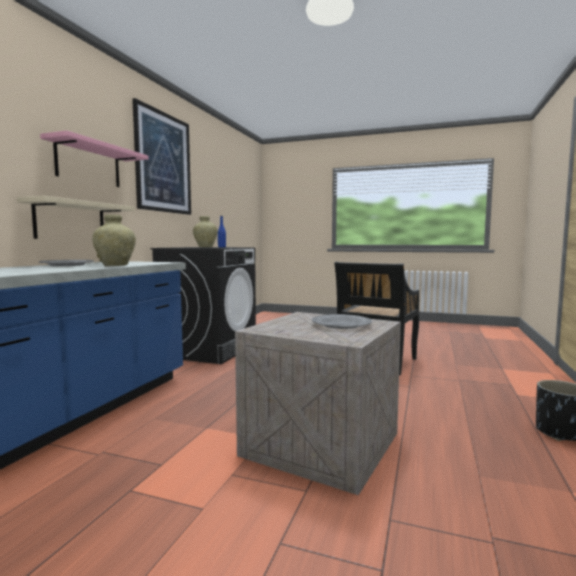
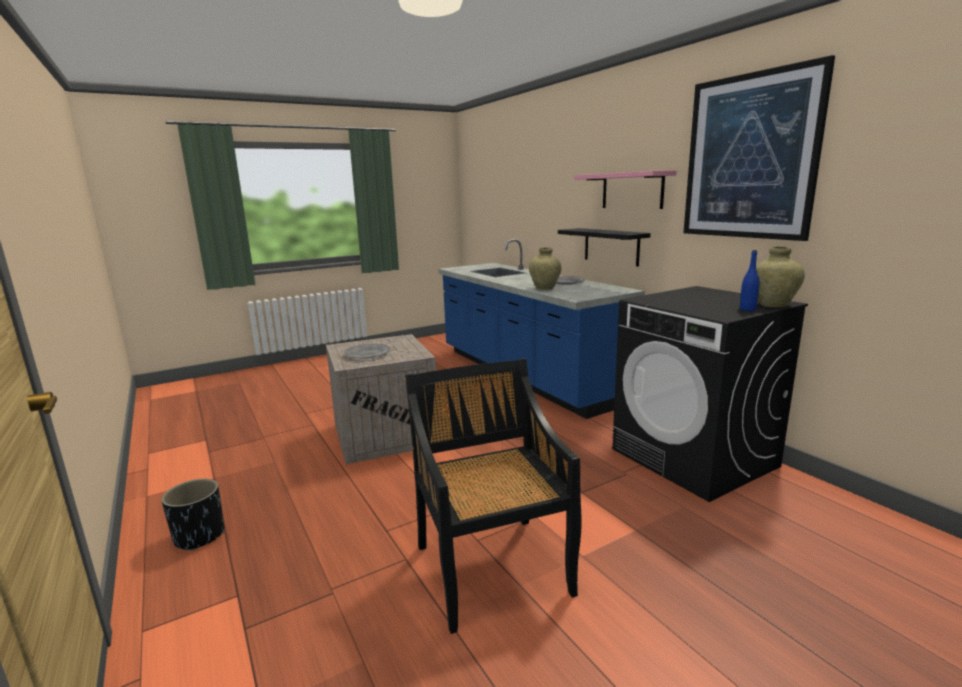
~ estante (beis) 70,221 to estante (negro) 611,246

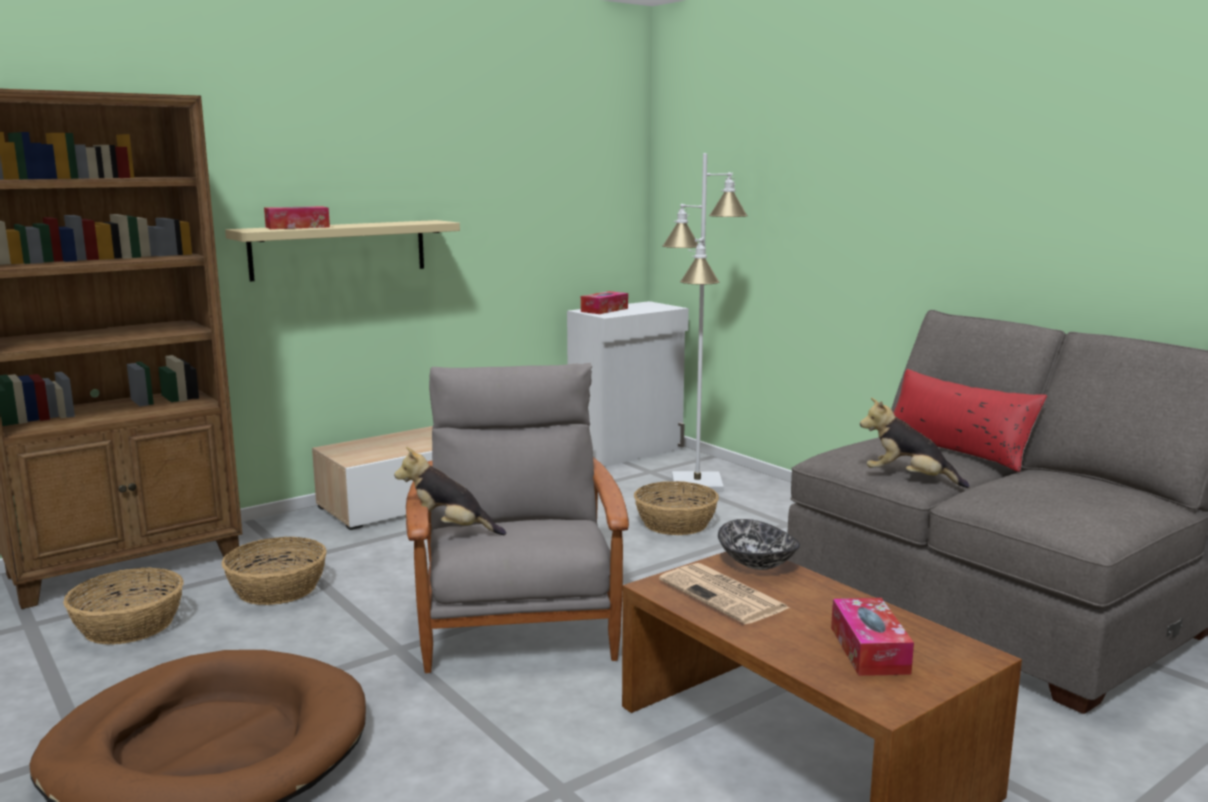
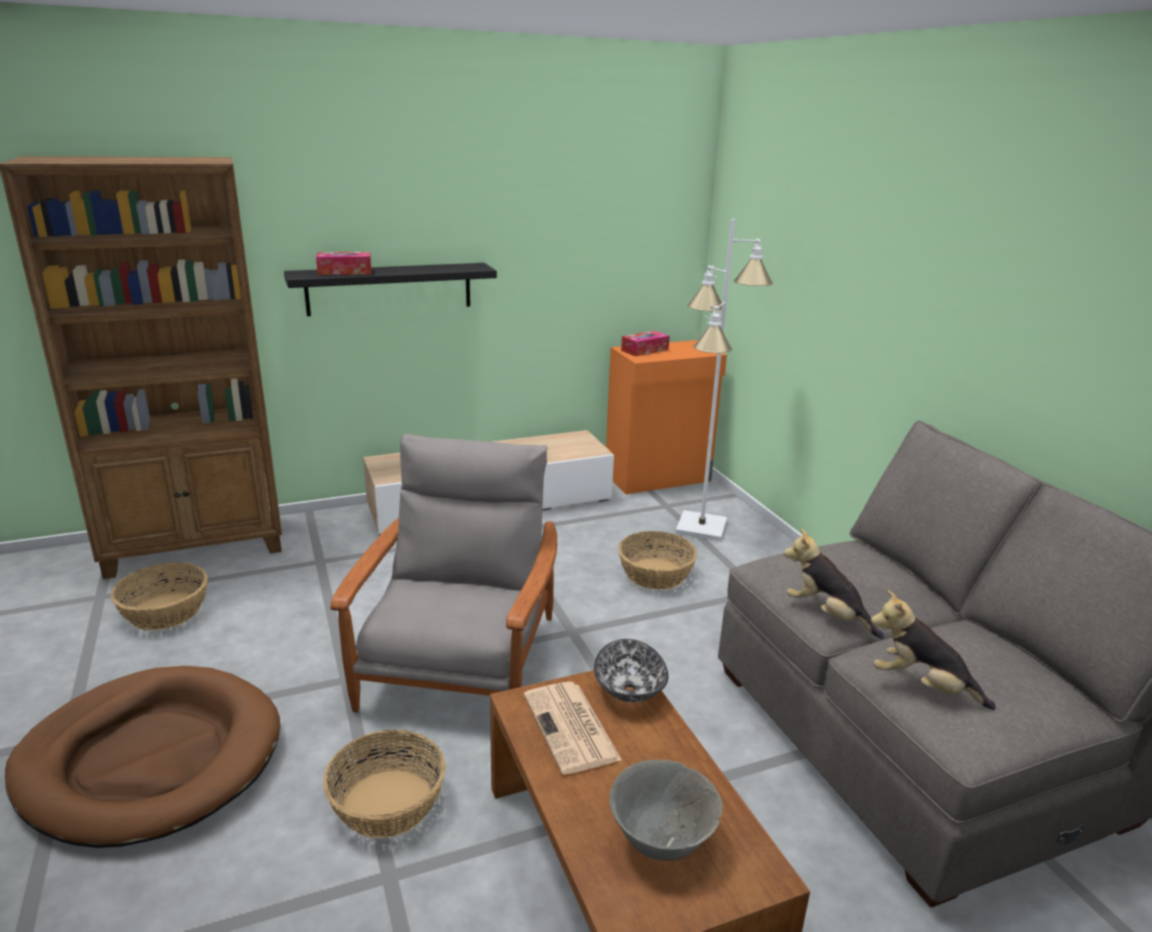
- cojín (rojo) 956,450
~ cesta 277,589 to 387,803
~ peluche 449,530 to 922,686
~ caja de pañuelos 869,650 to cuenco (gris) 661,839
~ estante (beis) 339,249 to estante (negro) 389,288
~ armario (blanco) 628,451 to armario (naranja) 659,478

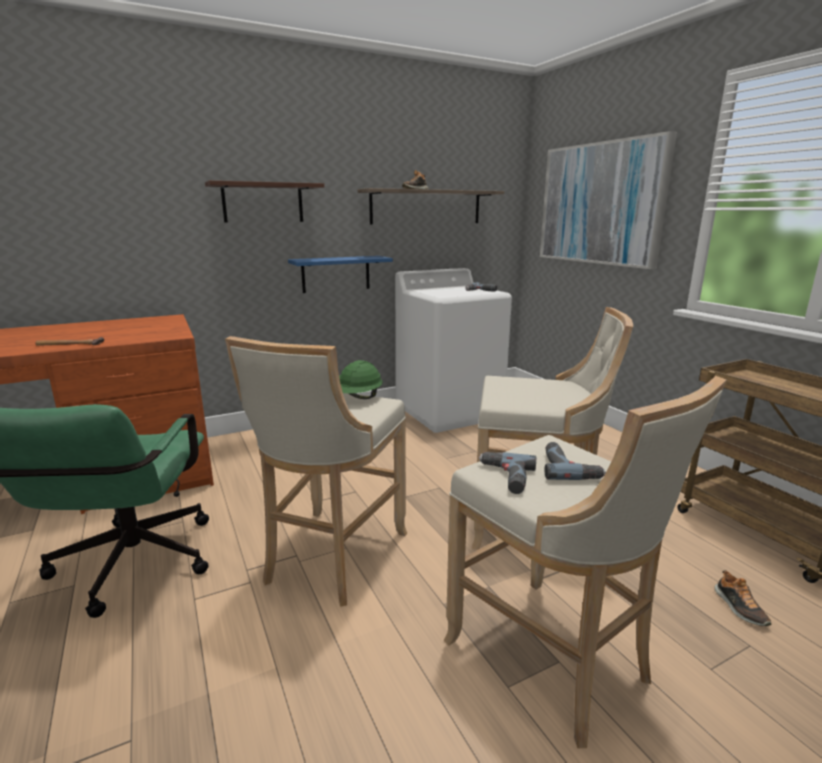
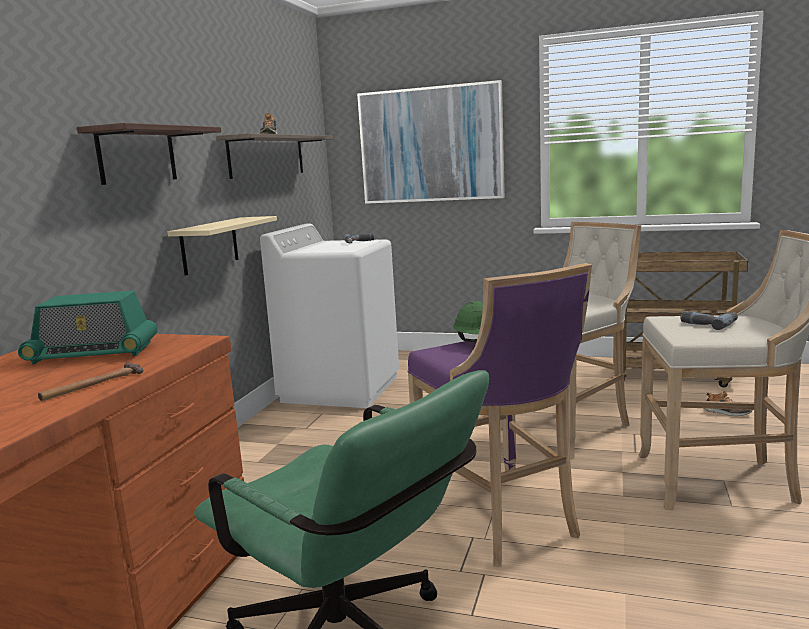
- taladro 505,477
+ radio 93,353
~ taburete (beis) 331,558 to taburete (morado) 502,521
~ estante (azul) 336,274 to estante (beis) 209,245

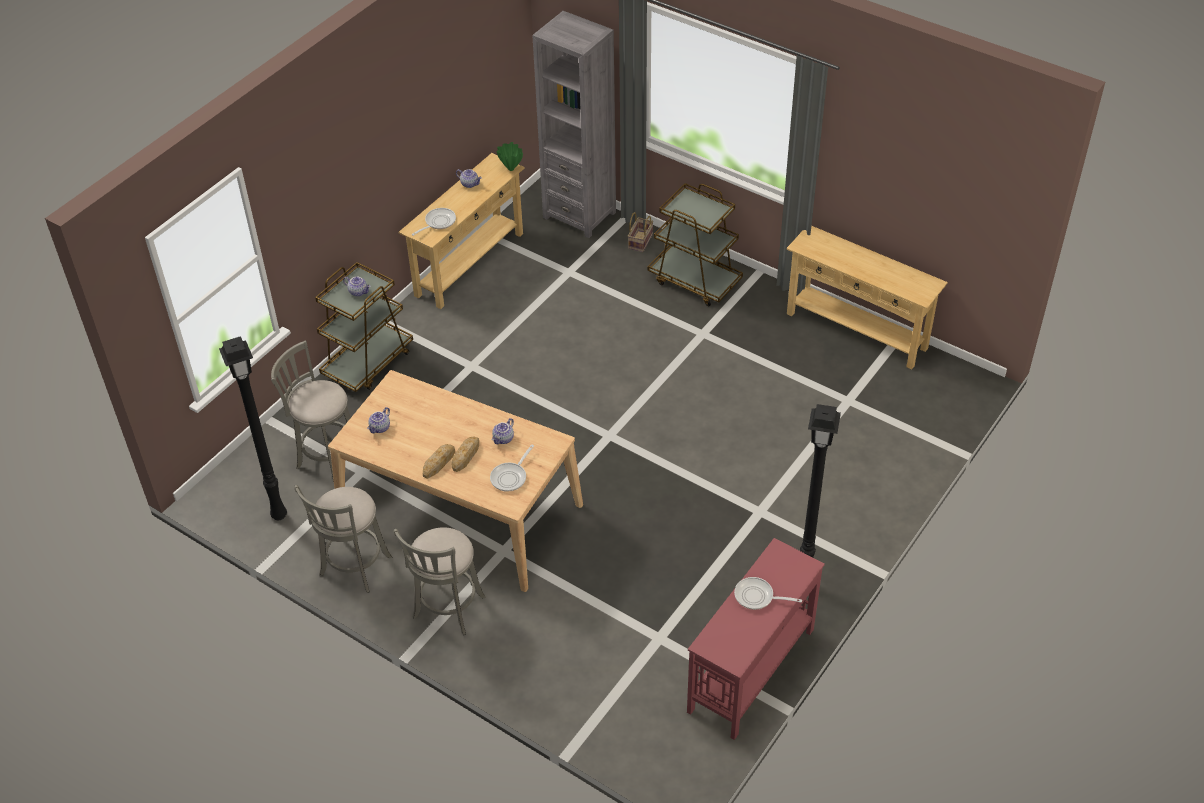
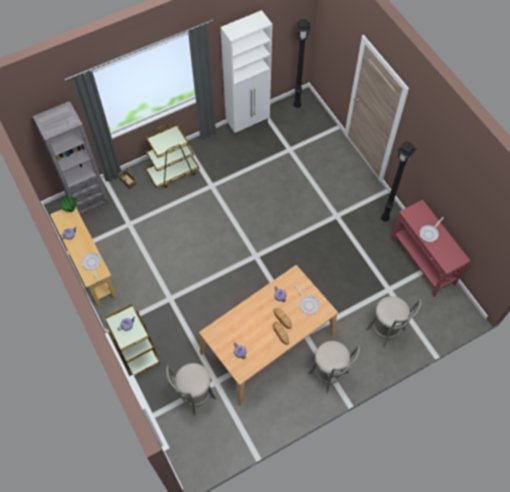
~ lámpara de pie (negro) 280,515 to 297,105
~ taburete (gris) 353,568 to 386,331
~ mesa consola (beis) 856,330 to armario (blanco) 248,124

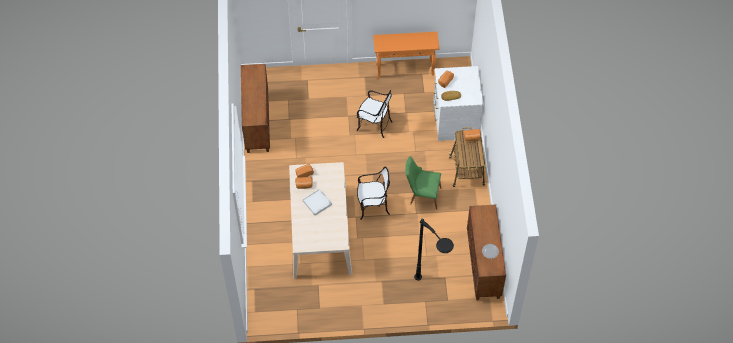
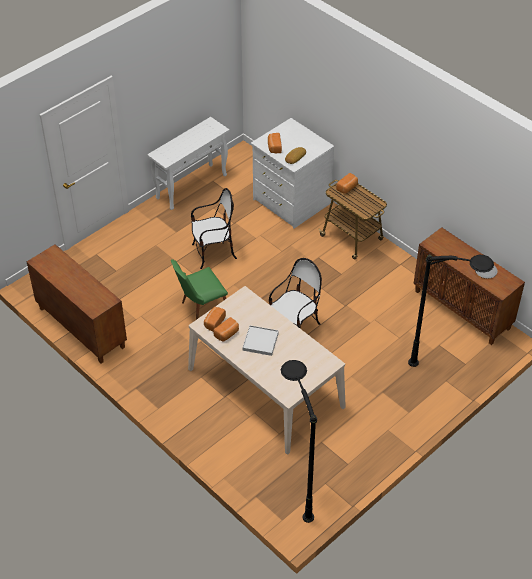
+ lámpara de pie (negro) 295,487
~ silla (verde) 422,195 to 200,308
~ mesa consola (naranja) 405,69 to mesa consola (blanco) 192,186

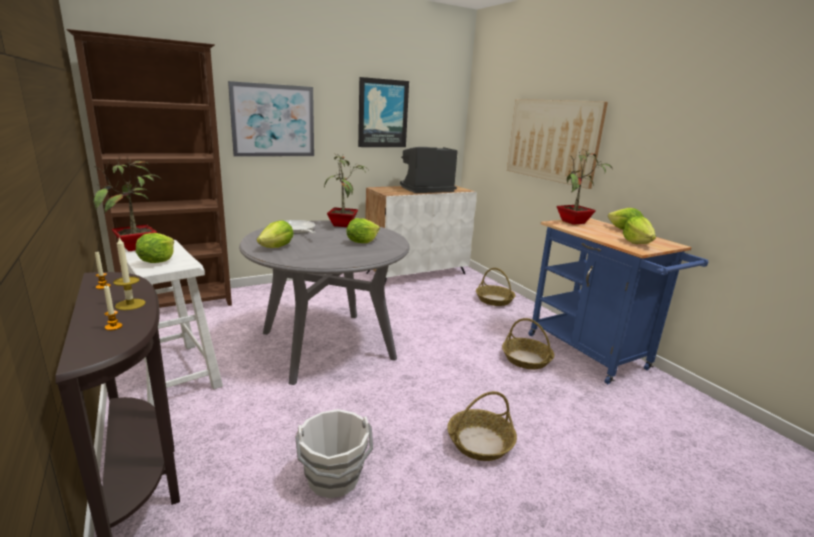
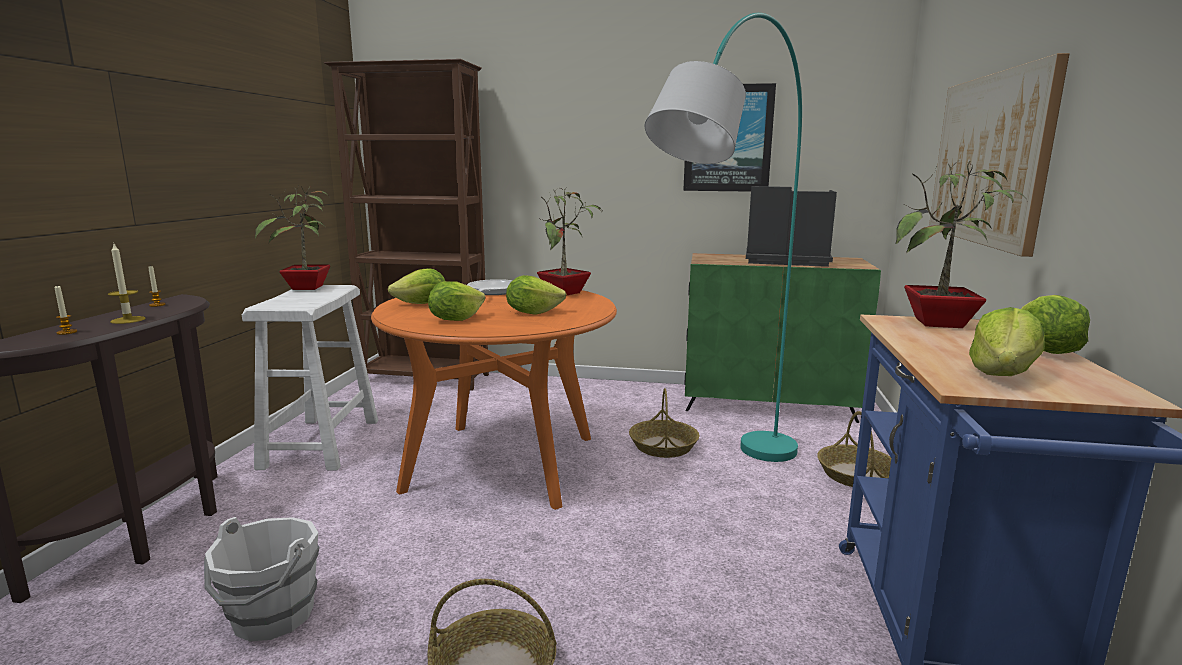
- cuadro 273,121
+ lámpara de pie (turquesa) 724,491
~ lechuga 157,261 to 455,319
~ cesta 526,359 to 663,446
~ mesa de comedor (gris) 327,345 to mesa de comedor (naranja) 502,462
~ armario (blanco) 417,273 to armario (verde) 768,404

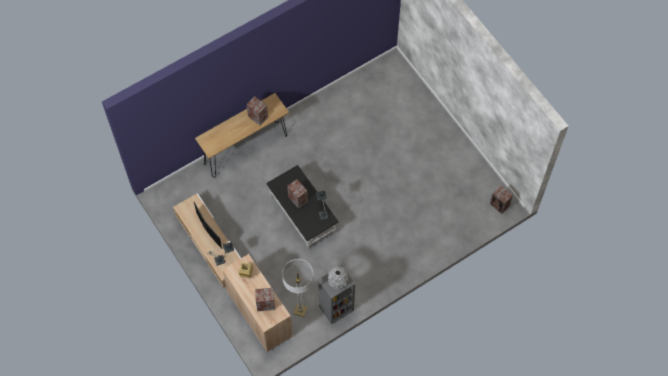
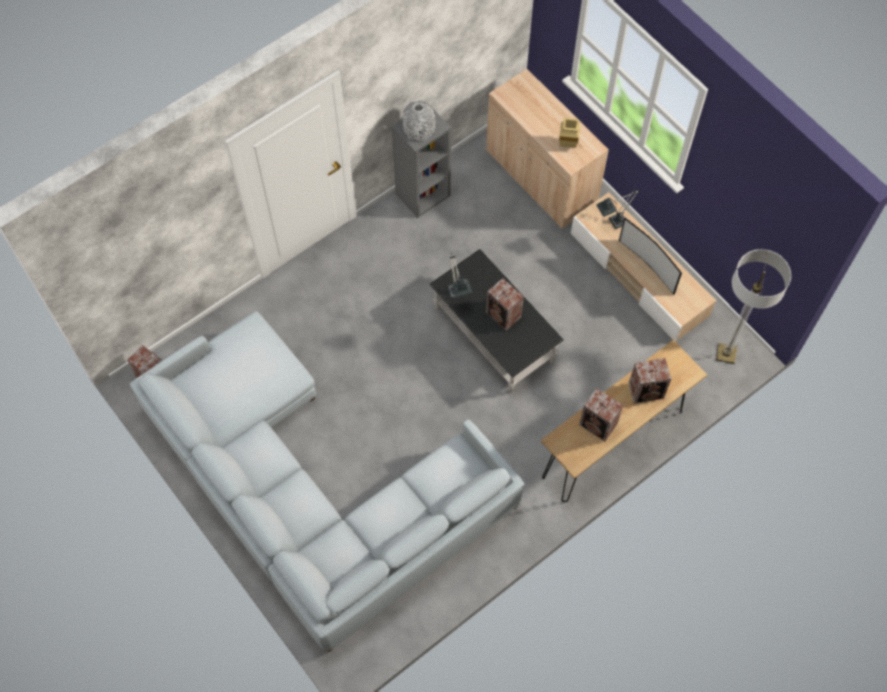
+ sofá (gris) 313,489
~ altavoz 265,304 to 647,391
~ lámpara de pie 300,310 to 726,354

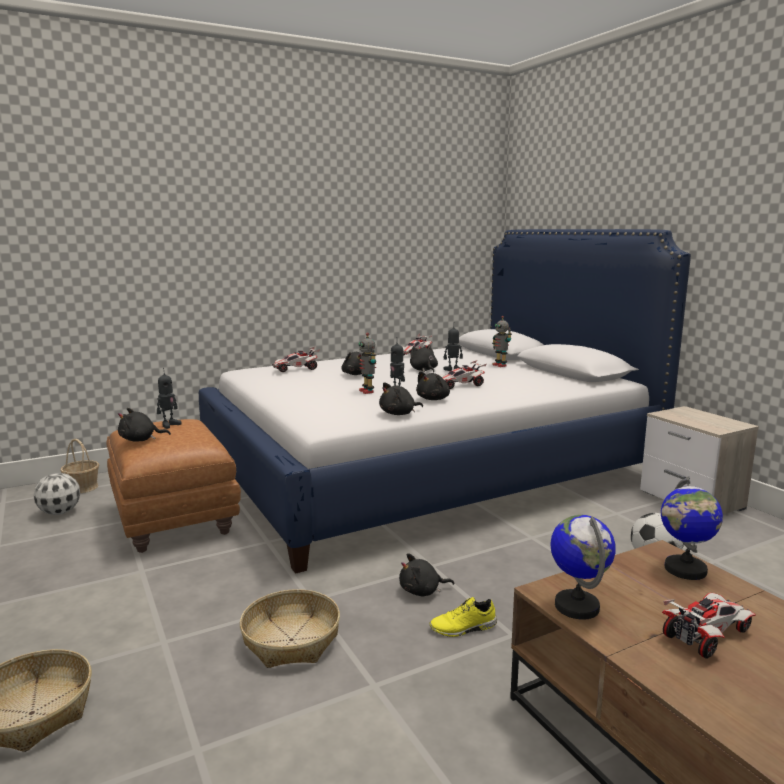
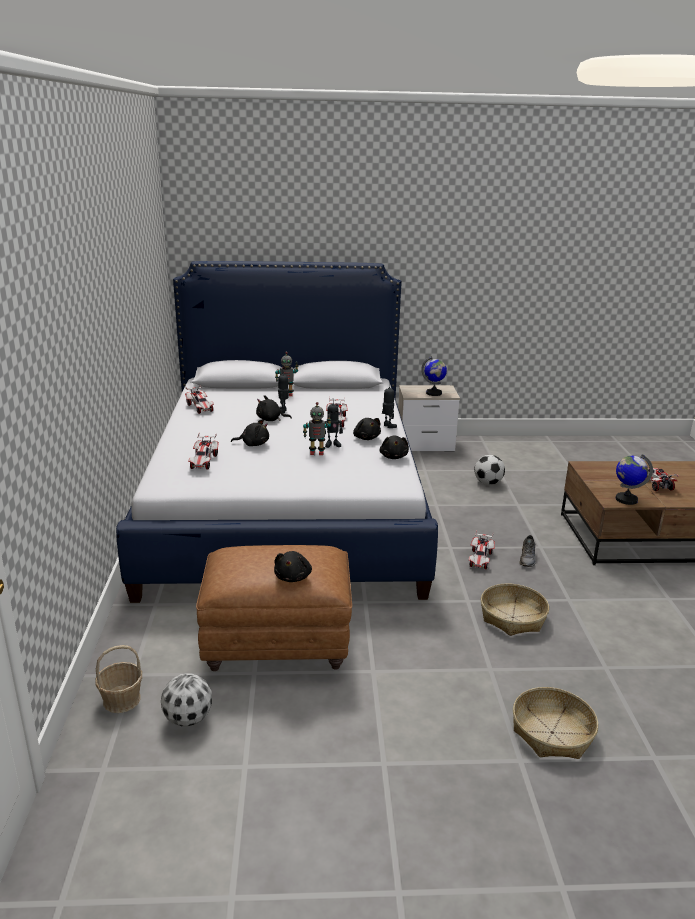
~ robot de juguete 169,425 to 388,426
~ globo terráqueo 685,570 to 434,393
~ peluche (negro) 422,591 to coche de juguete 480,559
~ zapato (amarillo) 463,628 to zapato (gris) 528,558

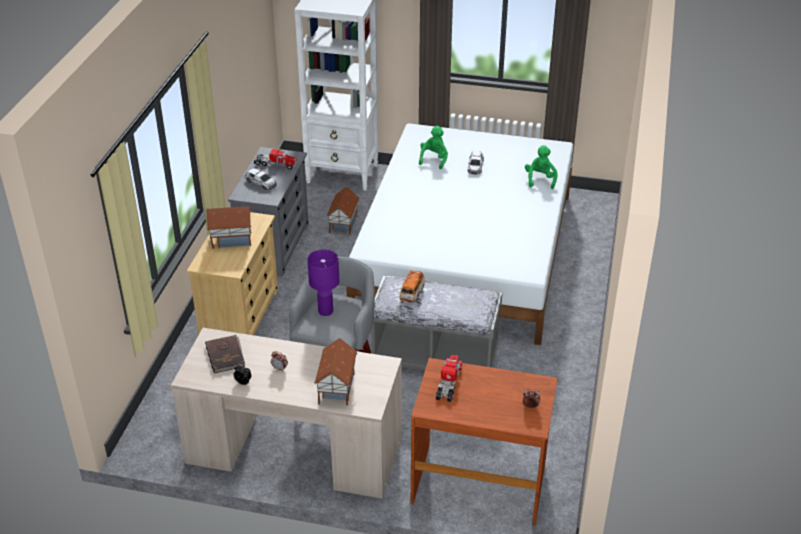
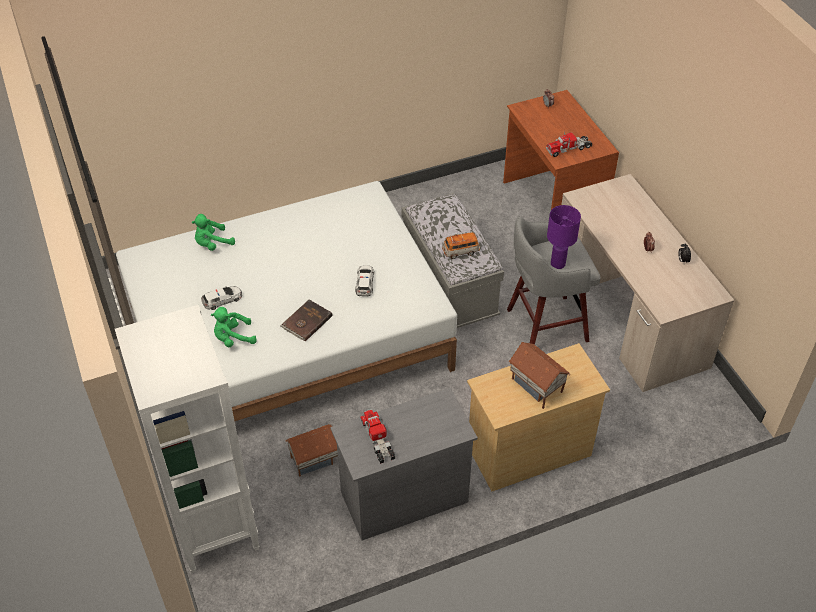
- casita 336,388
~ libro (marrón) 226,355 to 306,321
~ coche de juguete 261,183 to 365,283

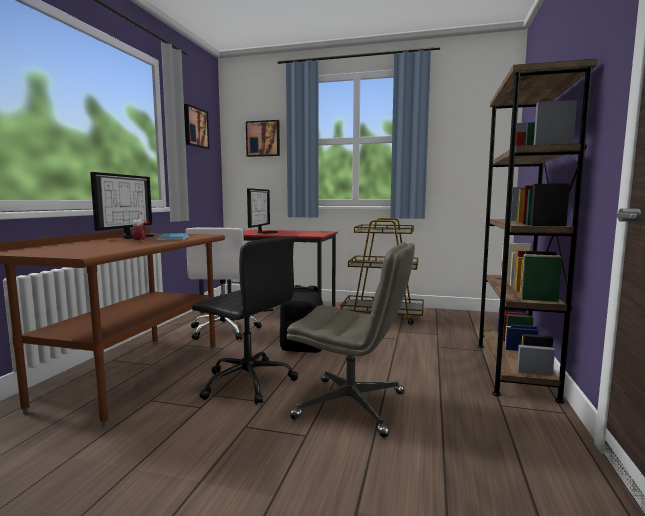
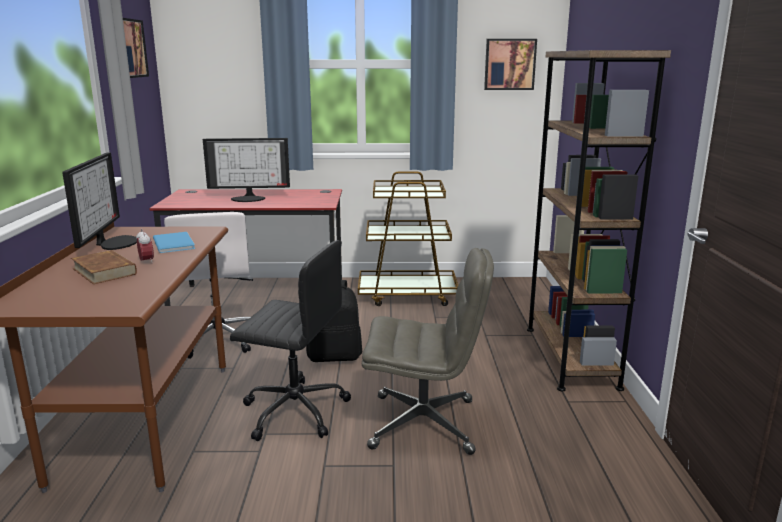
+ libro (marrón) 104,271
~ cuadro 263,138 to 509,64
~ monitor 266,232 = 249,198 90 degrees clockwise

